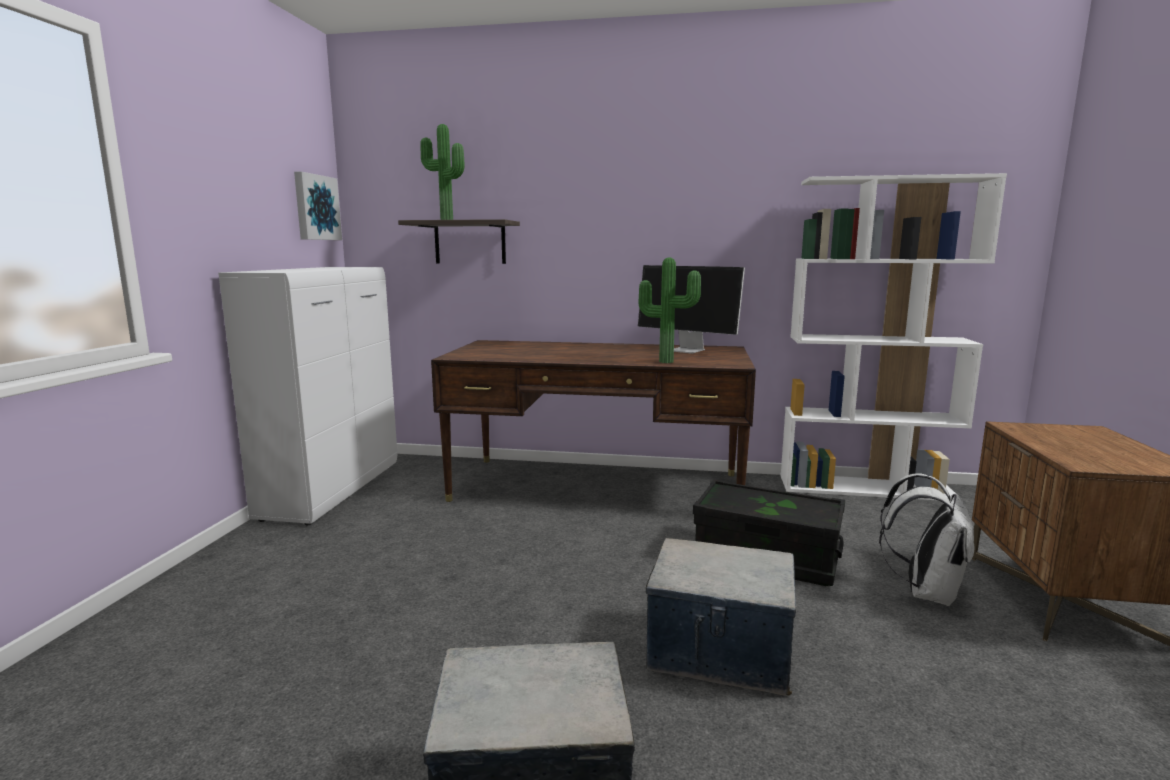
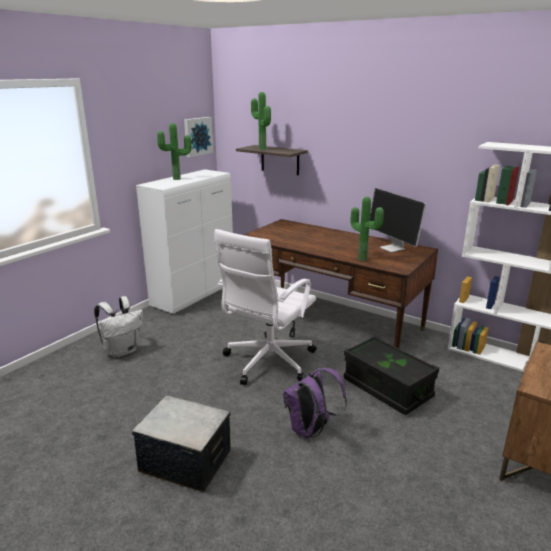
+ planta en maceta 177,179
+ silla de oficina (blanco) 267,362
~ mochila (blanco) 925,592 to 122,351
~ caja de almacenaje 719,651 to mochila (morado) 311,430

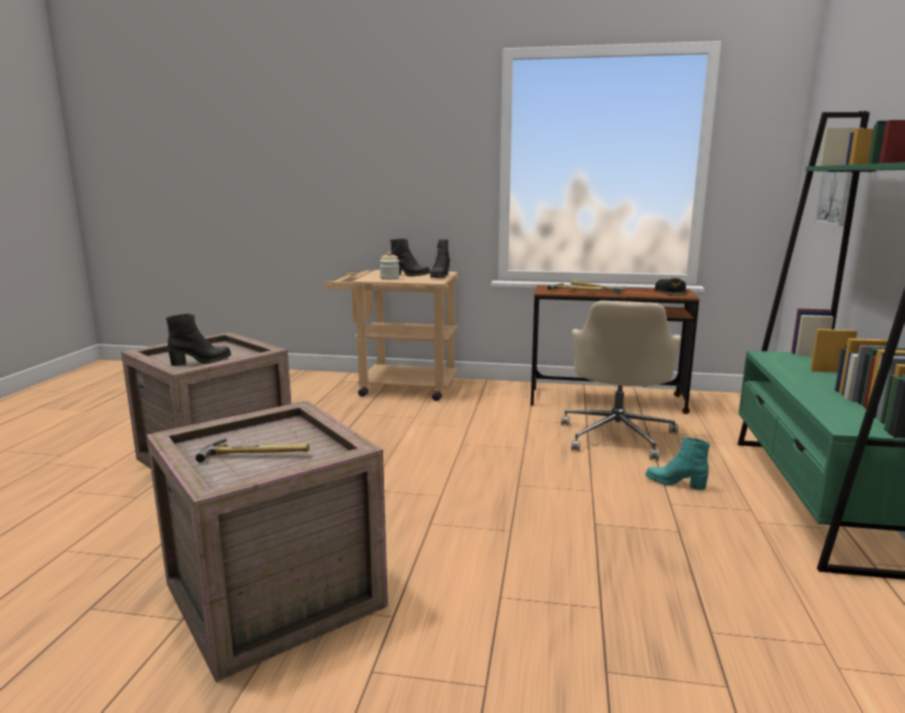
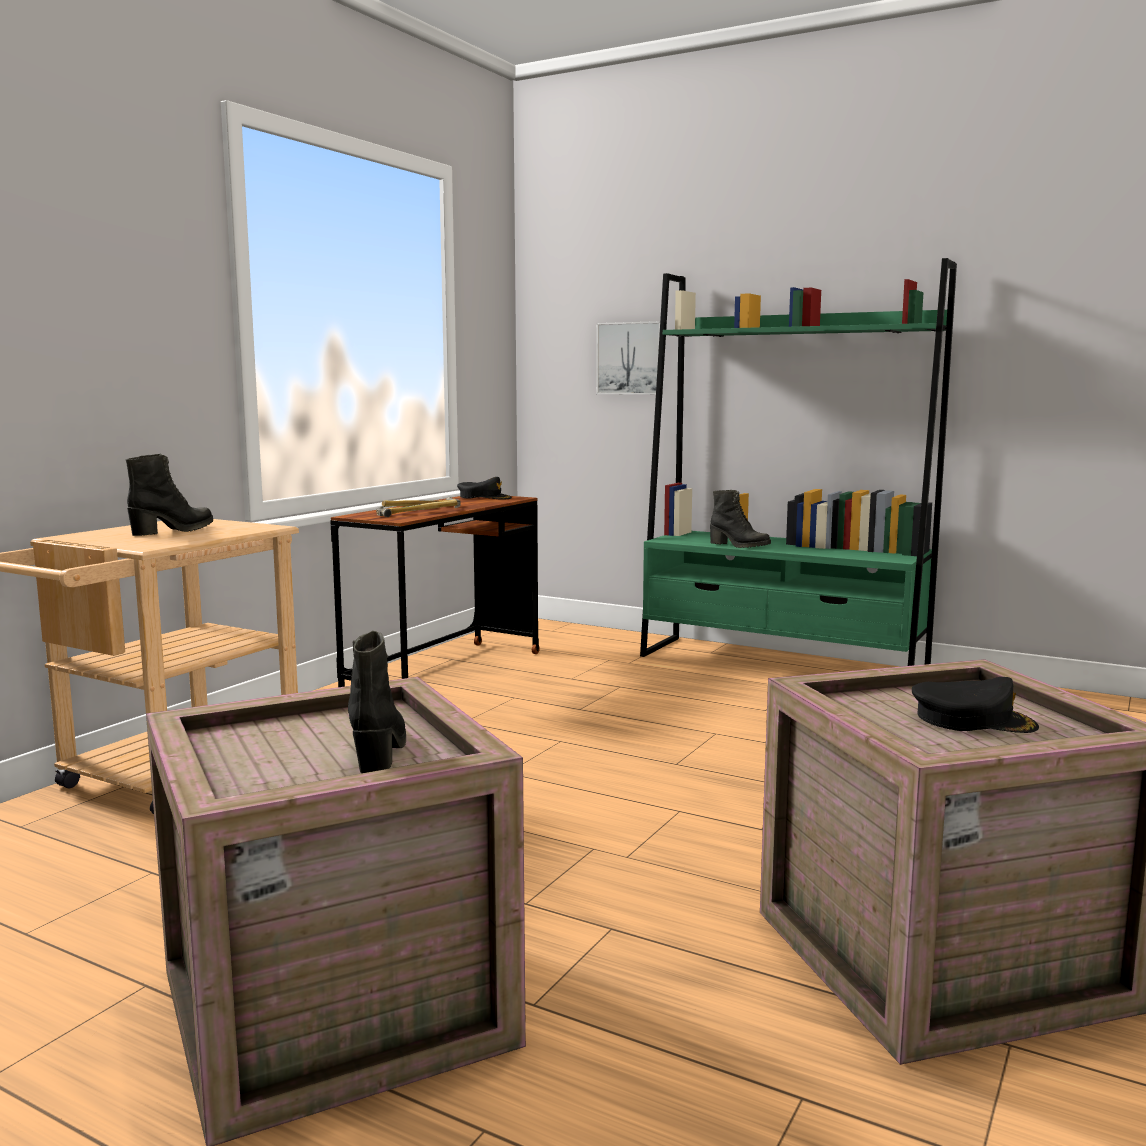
- tarro 389,278
- silla de oficina (beis) 617,435
- bota (turquesa) 675,483
~ bota (negro) 439,277 to 739,546
~ martillo 256,453 to gorra (negro) 972,720

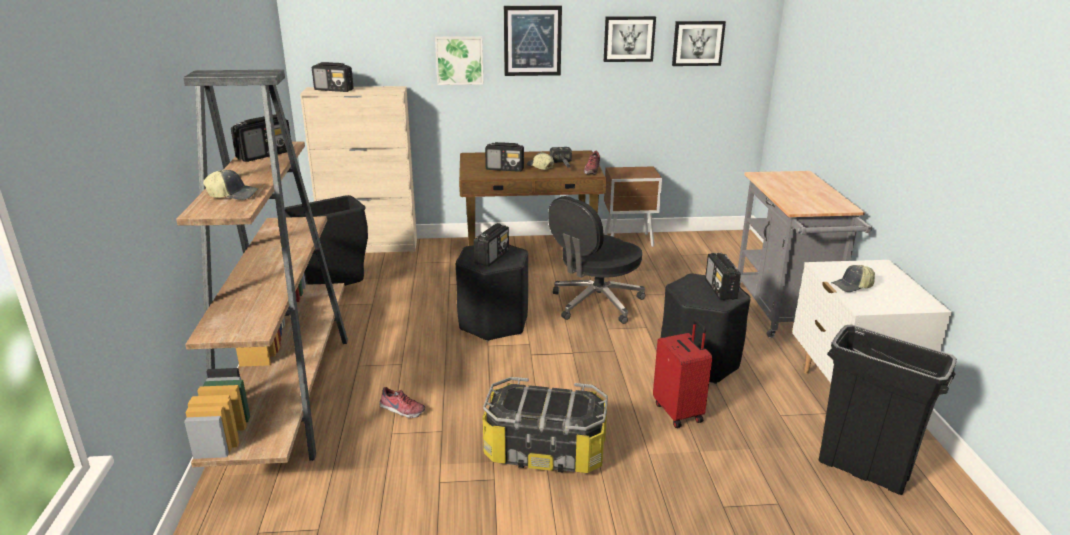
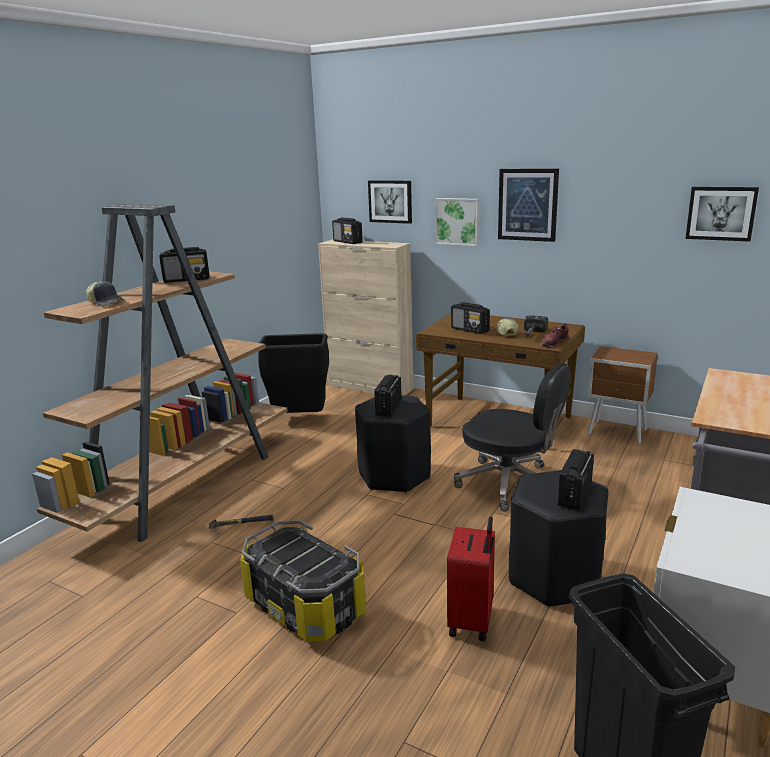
- gorra 852,286
~ cuadro 629,39 to 390,201
~ zapato 401,410 to martillo 239,526
~ radio 492,257 = 388,408 135 degrees clockwise
~ silla de oficina (negro) 595,303 = 510,484 135 degrees counterclockwise

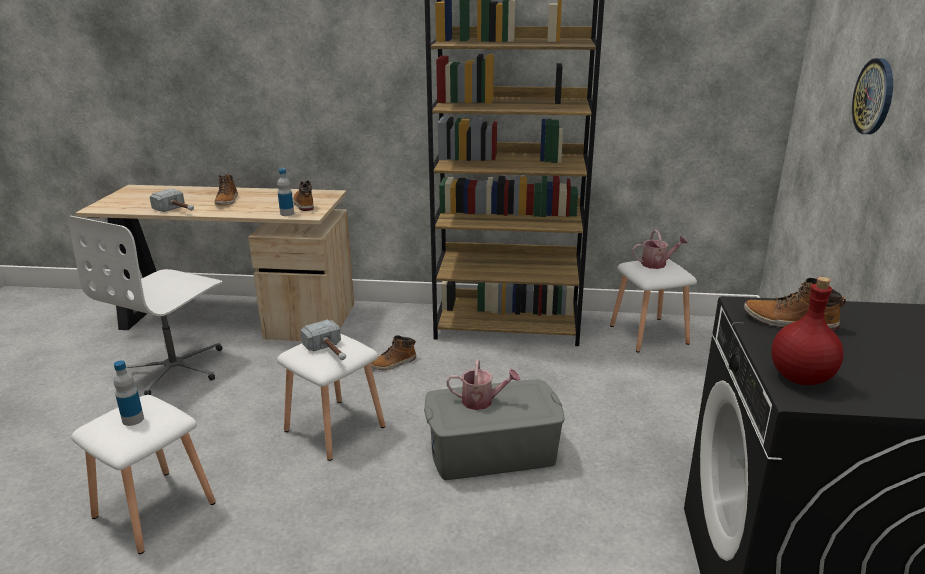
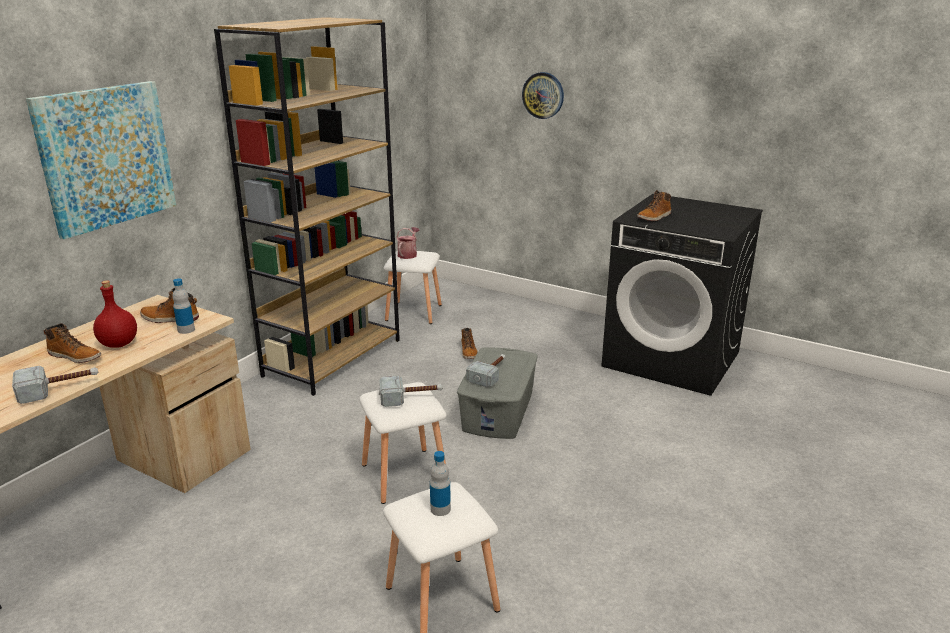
- silla de oficina (blanco) 175,368
+ cuadro 105,157
~ bota 393,363 to 469,352
~ botella (rojo) 801,378 to 119,344
~ regadera 482,401 to martillo 490,374

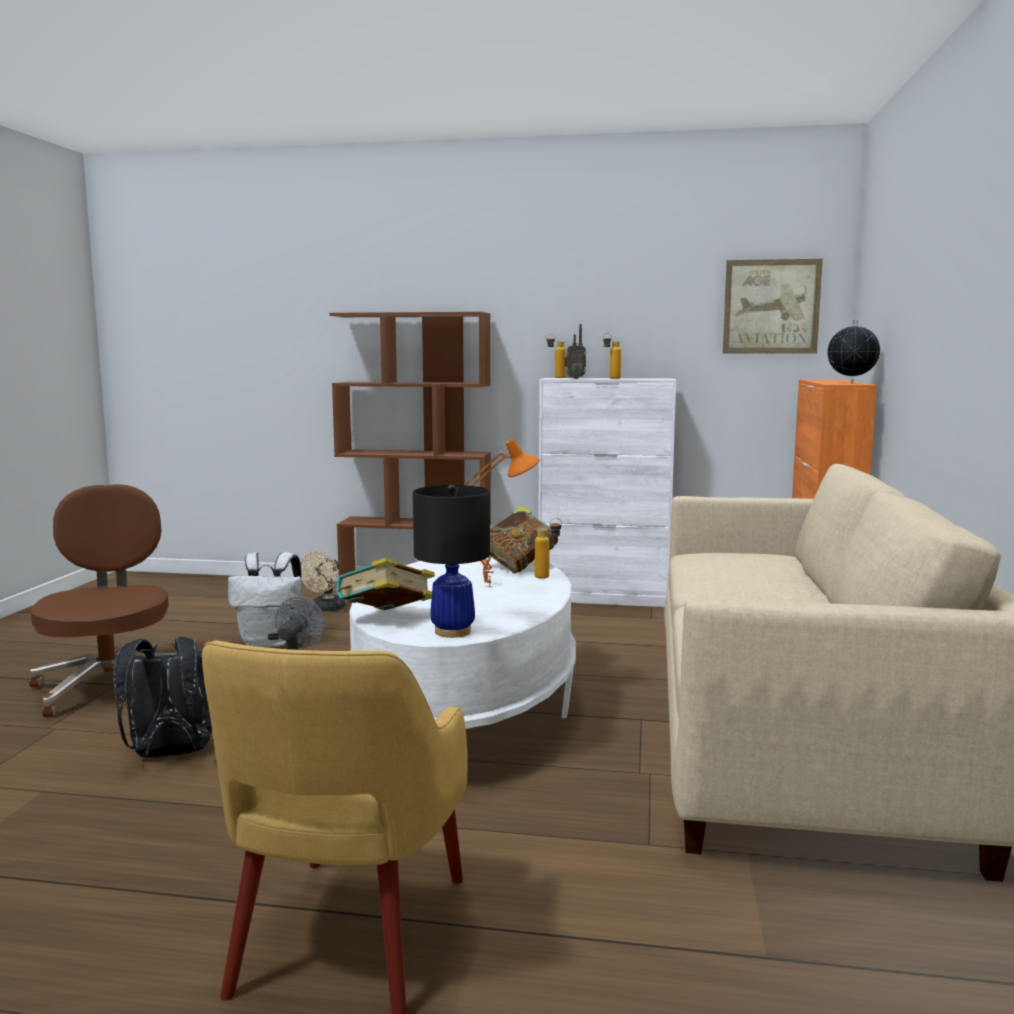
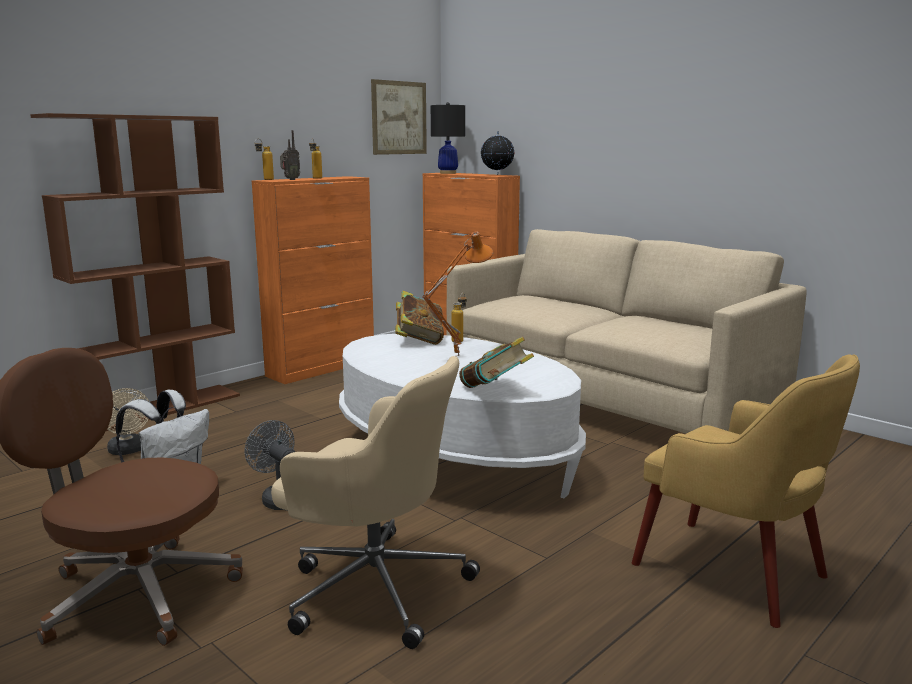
~ lámpara de mesa (negro) 453,631 to 448,173
~ mochila (negro) 170,754 to silla de oficina (beis) 374,586
~ armario (blanco) 604,598 to armario (naranja) 322,368

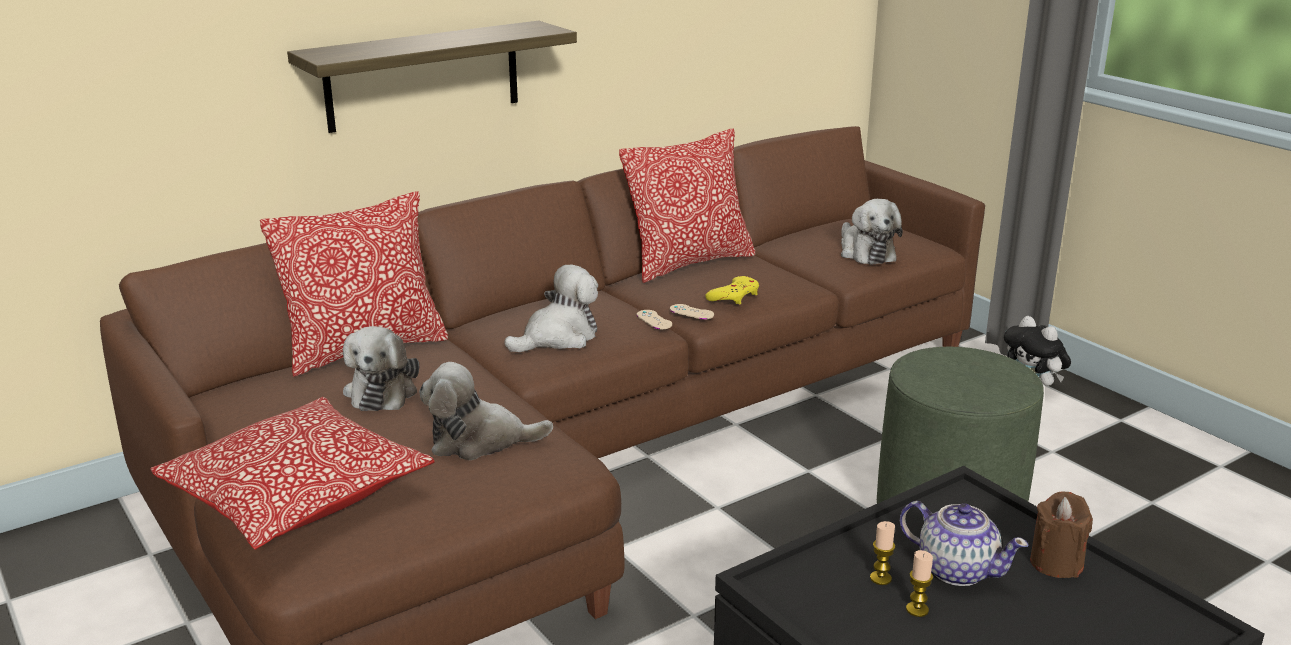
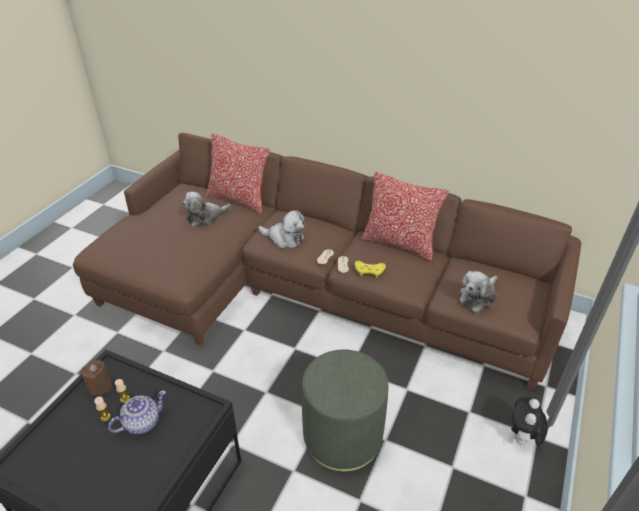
- cojín 297,497
- estante 423,76
- peluche 479,441
~ vela (marrón) 1056,563 to 100,386
~ tetera 956,569 = 141,422 135 degrees counterclockwise

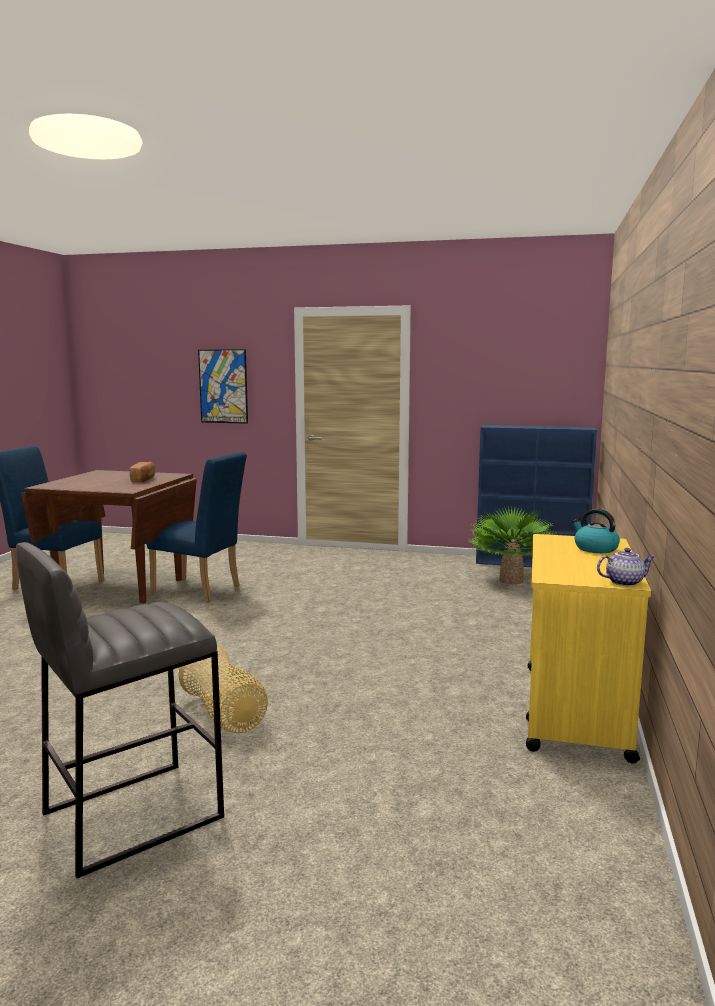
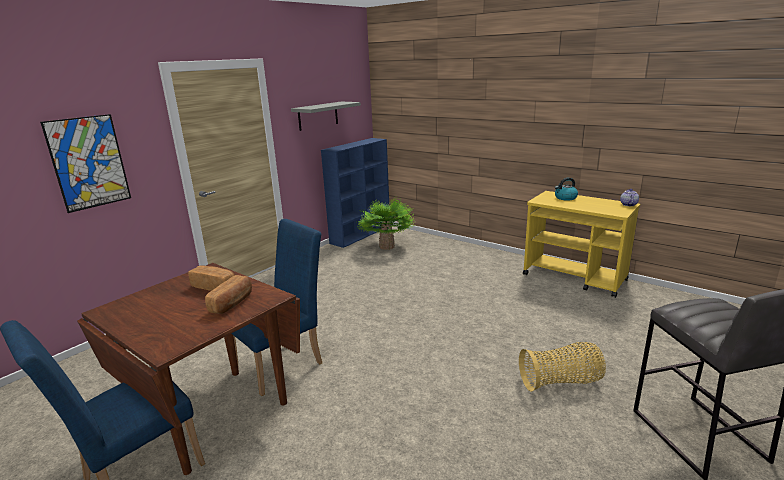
+ pan 232,303
+ estante (gris) 318,115

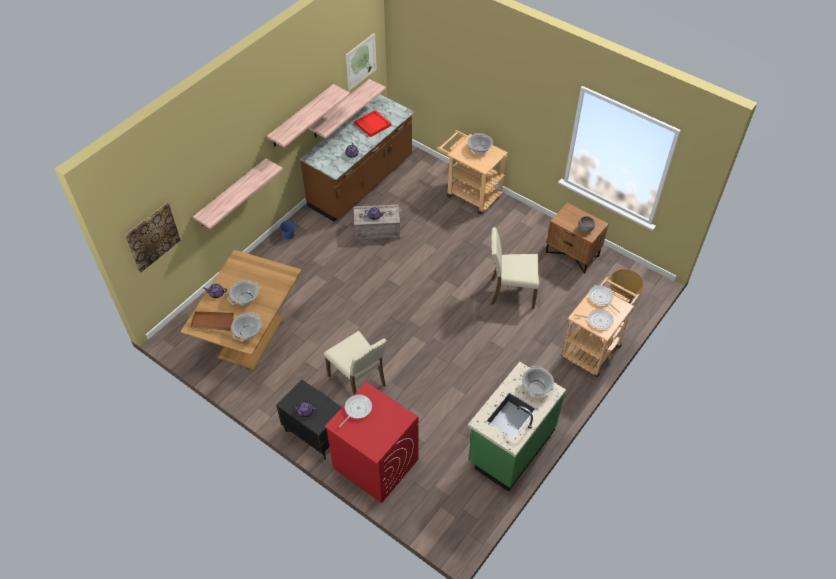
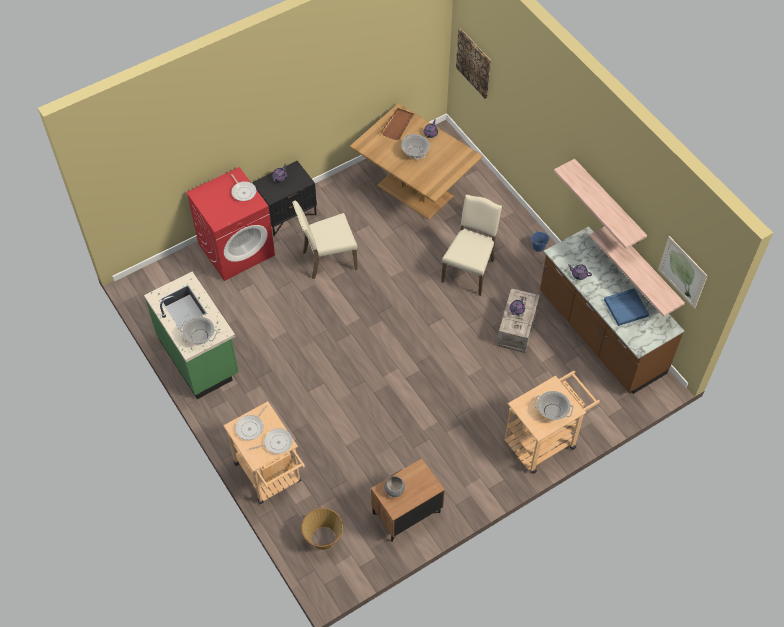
- estante 232,193
- olla 248,332
~ silla (beis) 511,292 to 469,270
~ bandeja (rojo) 372,124 to bandeja (azul) 626,307

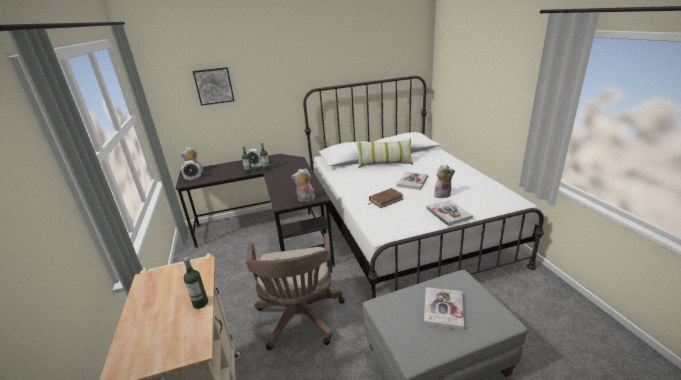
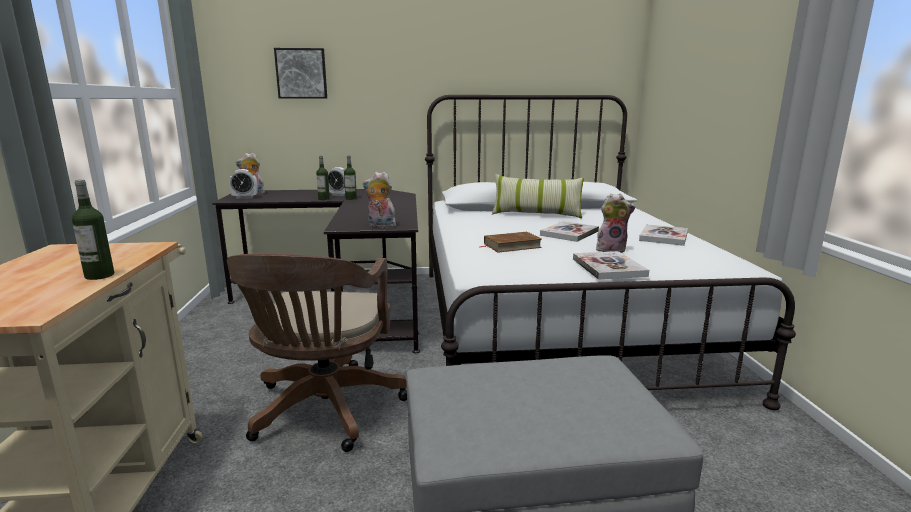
~ libro 443,309 to 663,237

